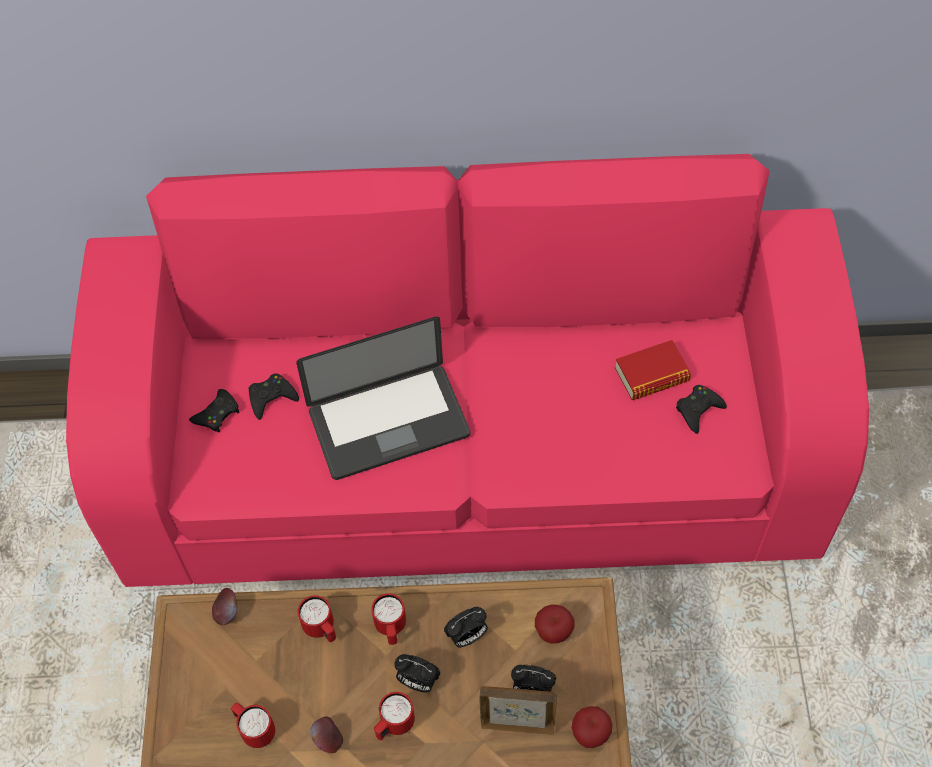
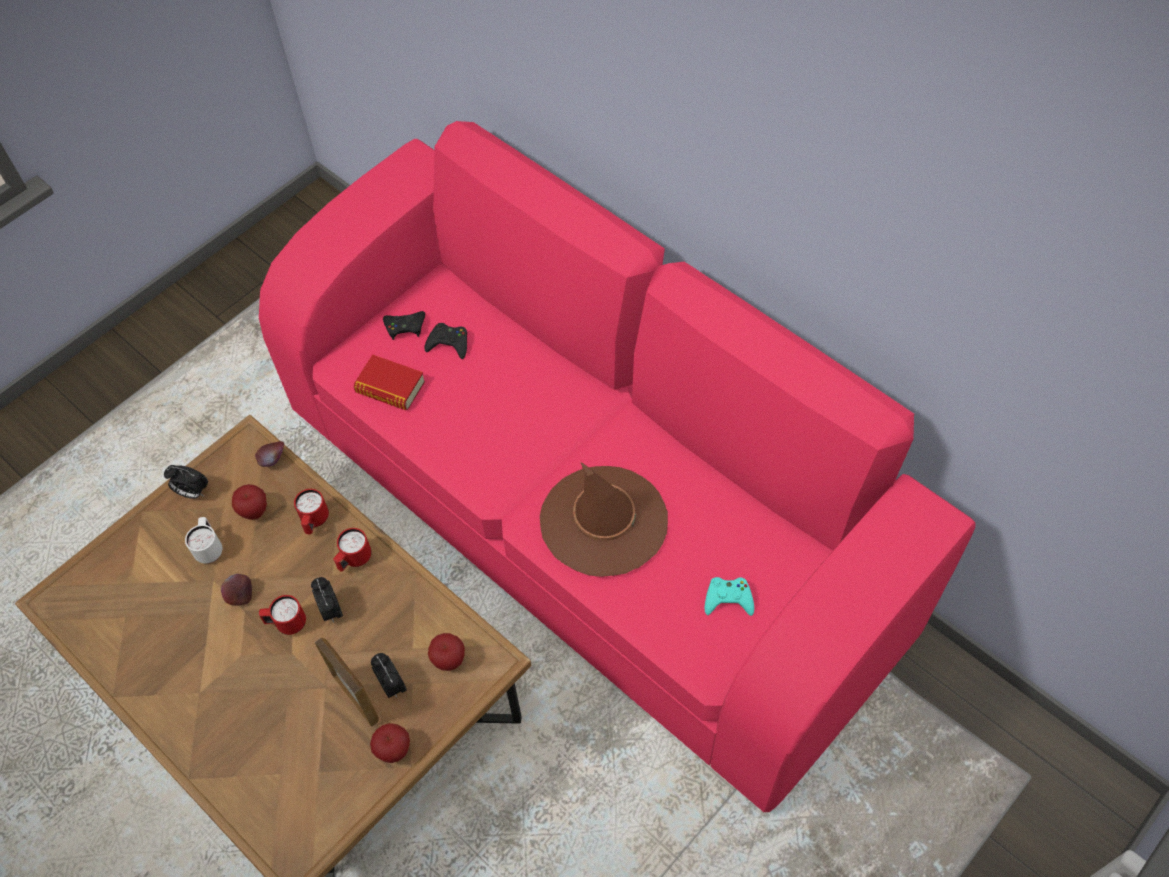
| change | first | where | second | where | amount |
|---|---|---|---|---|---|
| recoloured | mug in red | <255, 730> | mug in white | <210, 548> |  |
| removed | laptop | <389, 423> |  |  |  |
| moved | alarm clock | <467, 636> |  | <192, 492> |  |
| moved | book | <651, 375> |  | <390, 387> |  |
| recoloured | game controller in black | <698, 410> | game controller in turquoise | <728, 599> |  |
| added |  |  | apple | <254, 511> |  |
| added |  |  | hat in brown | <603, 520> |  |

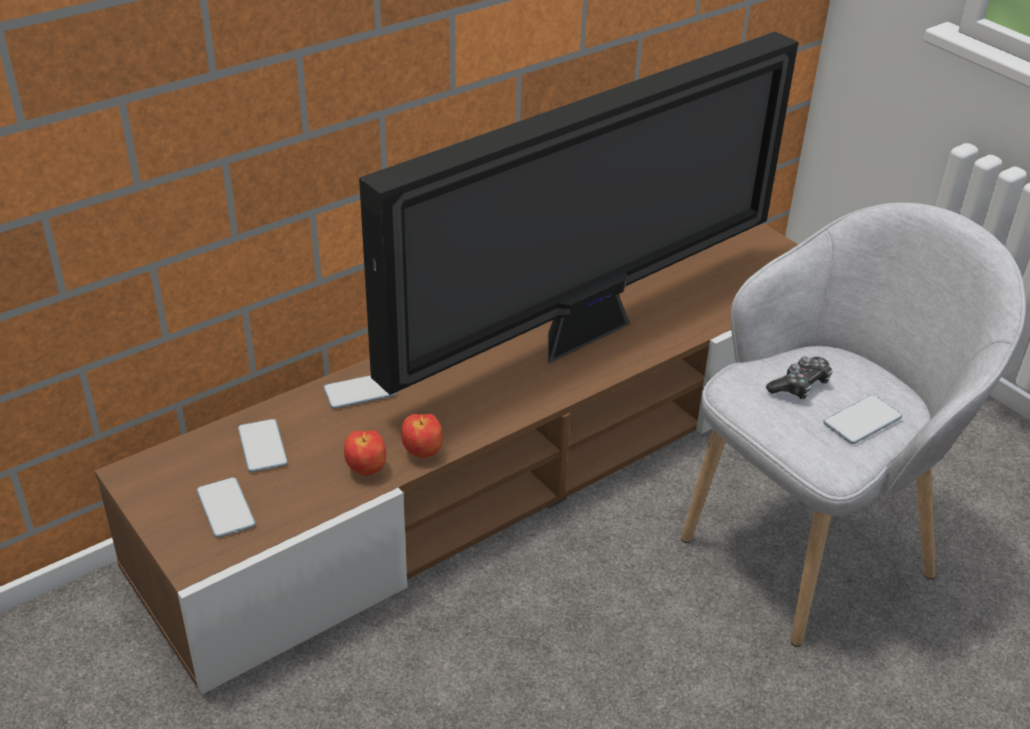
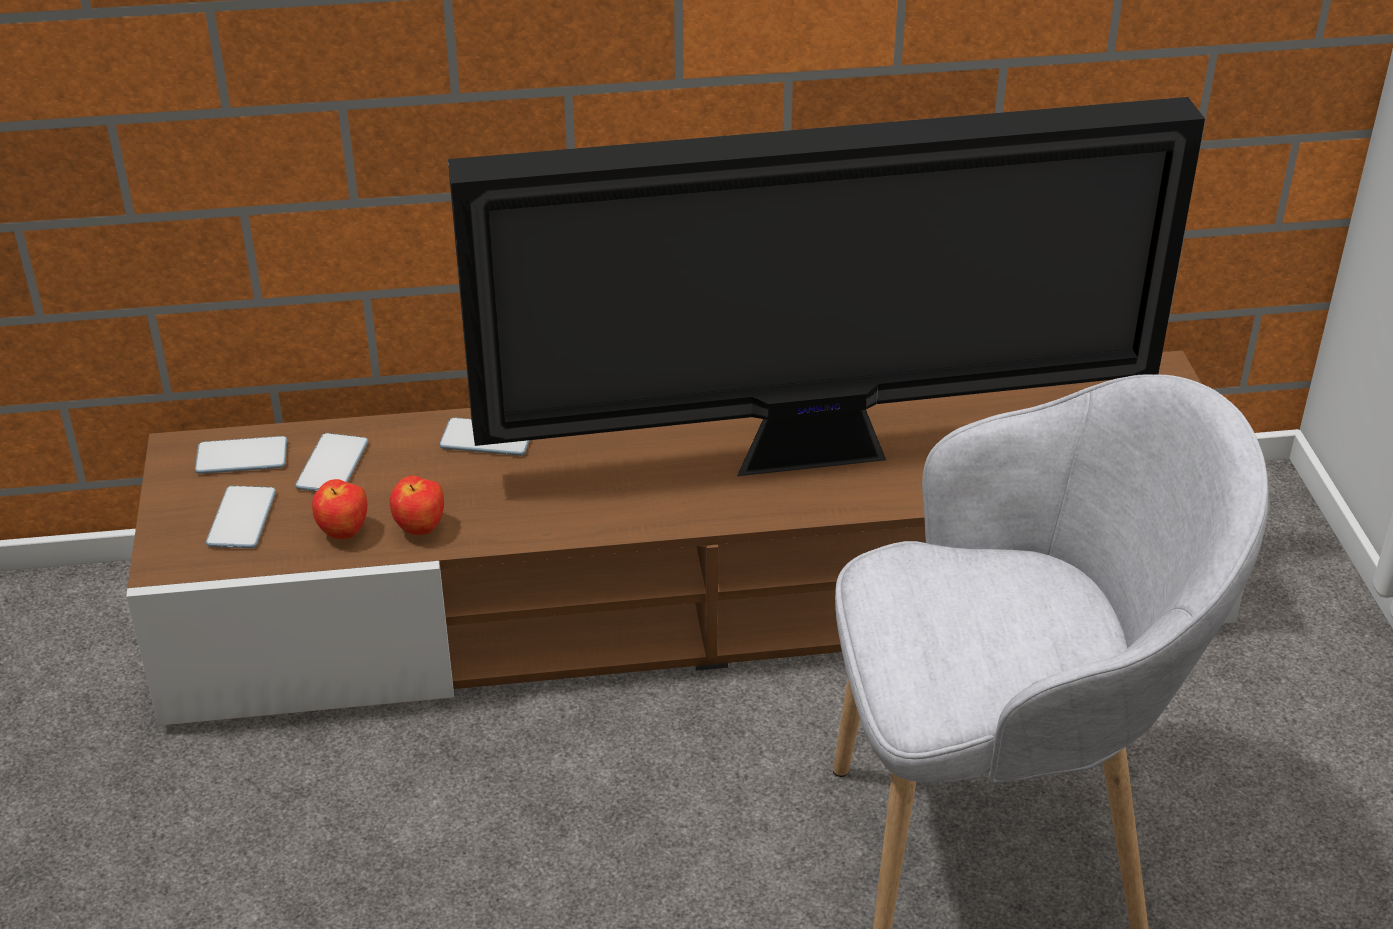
| change | first | where | second | where | amount |
|---|---|---|---|---|---|
| moved | apple | <423, 452> |  | <344, 533> |  |
| removed | game controller | <800, 386> |  |  |  |
| moved | phone | <862, 421> |  | <242, 457> |  |

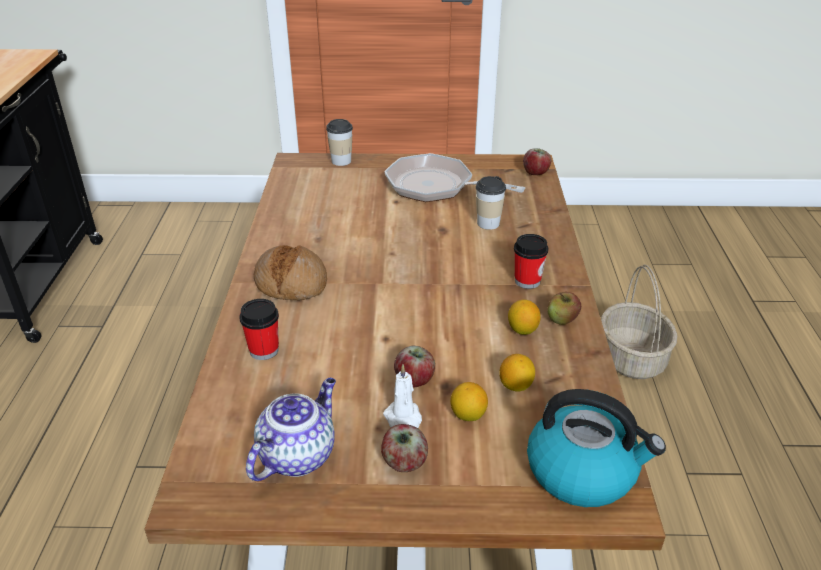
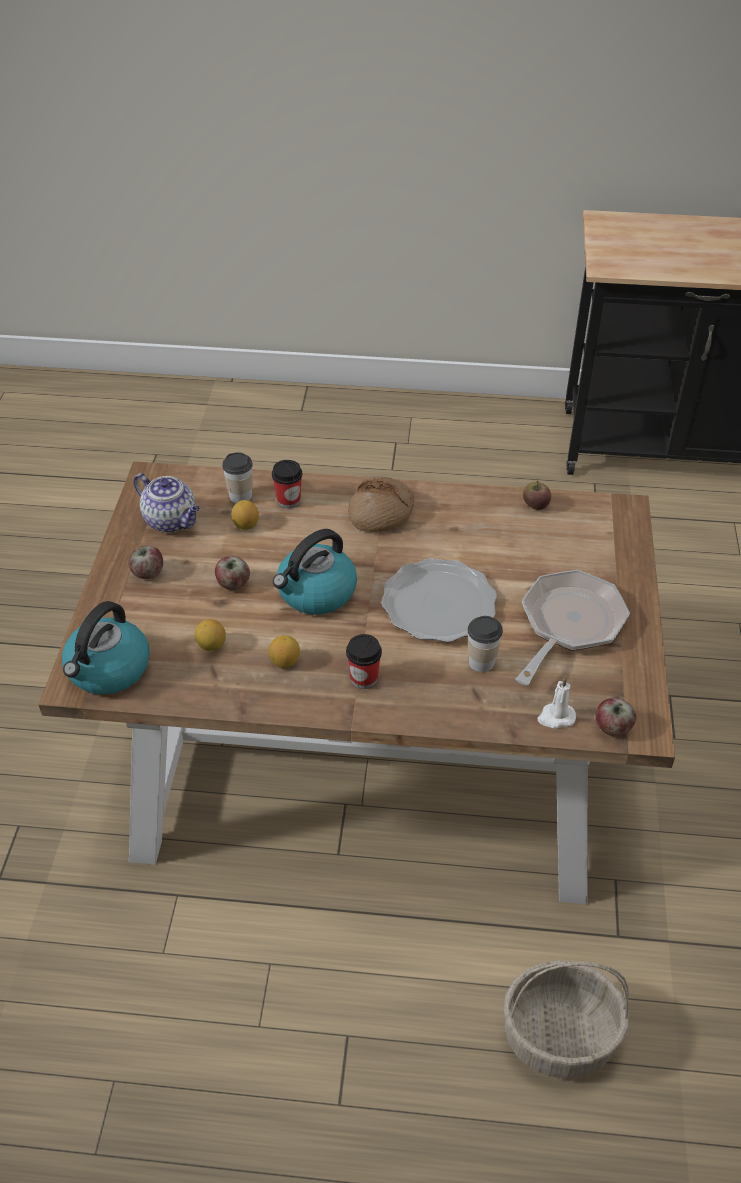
| change | first | where | second | where | amount |
|---|---|---|---|---|---|
| moved | cup | <341, 161> |  | <240, 496> |  |
| moved | candle in white | <404, 419> |  | <556, 717> |  |
| moved | lemon | <468, 415> |  | <245, 525> |  |
| moved | apple | <562, 319> |  | <535, 505> |  |
| added |  |  | kettle | <316, 593> |  |
| added |  |  | plate | <439, 603> |  |

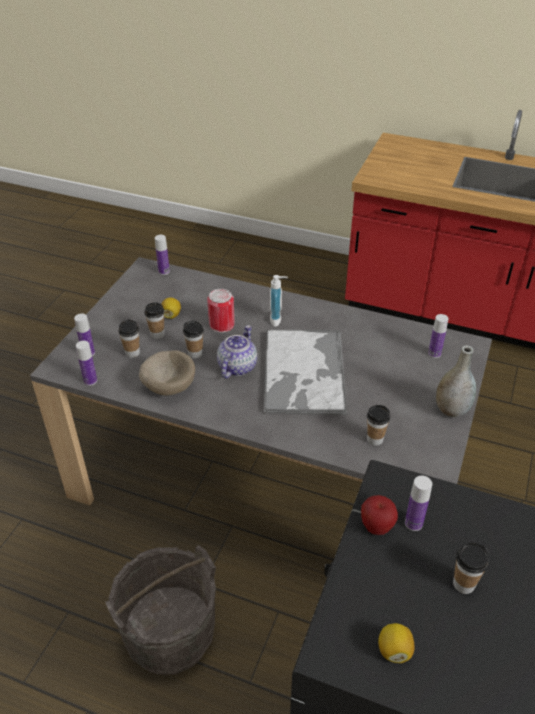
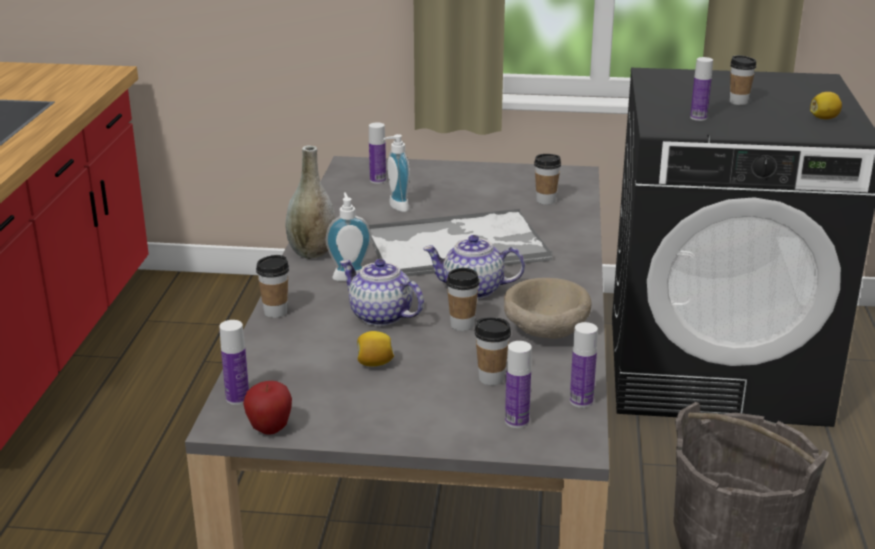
| change | first | where | second | where | amount |
|---|---|---|---|---|---|
| moved | cup | <157, 334> |  | <275, 312> |  |
| replaced | can | <221, 324> | teapot | <380, 316> |  |
| moved | apple | <376, 527> |  | <270, 429> |  |
| moved | vase in grey | <451, 410> |  | <312, 253> |  |
| added |  |  | soap dispenser | <395, 207> |  |

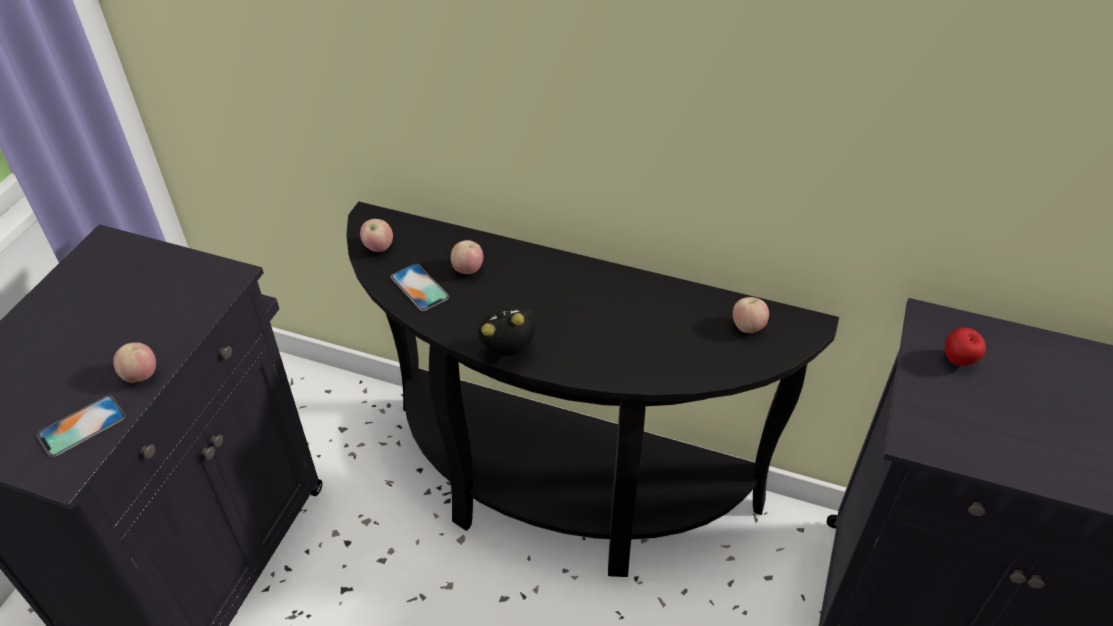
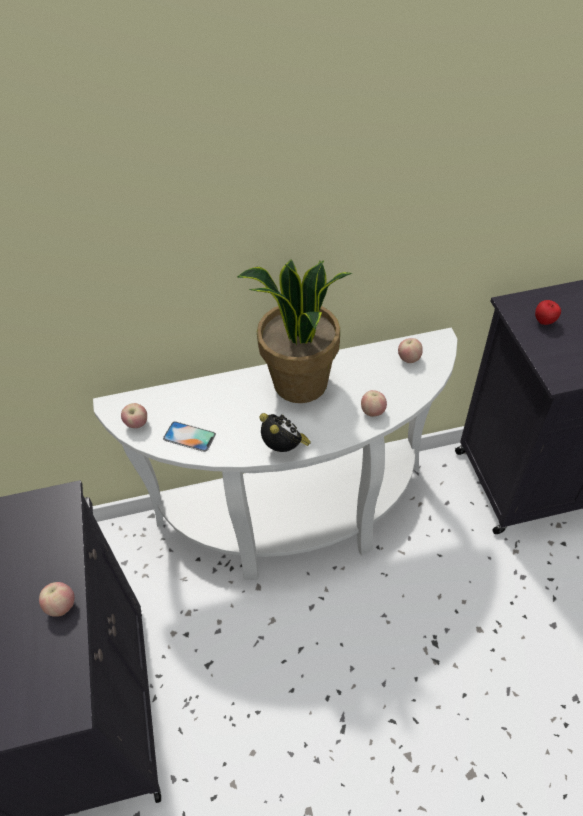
| change | first | where | second | where | amount |
|---|---|---|---|---|---|
| removed | phone | <82, 426> |  |  |  |
| recoloured | console table in black | <560, 492> | console table in white | <296, 521> |  |
| moved | apple | <468, 270> |  | <372, 412> |  |
| turned | alarm clock | <510, 351> |  | <284, 448> | 105 degrees clockwise |
| added |  |  | potted plant | <300, 384> |  |

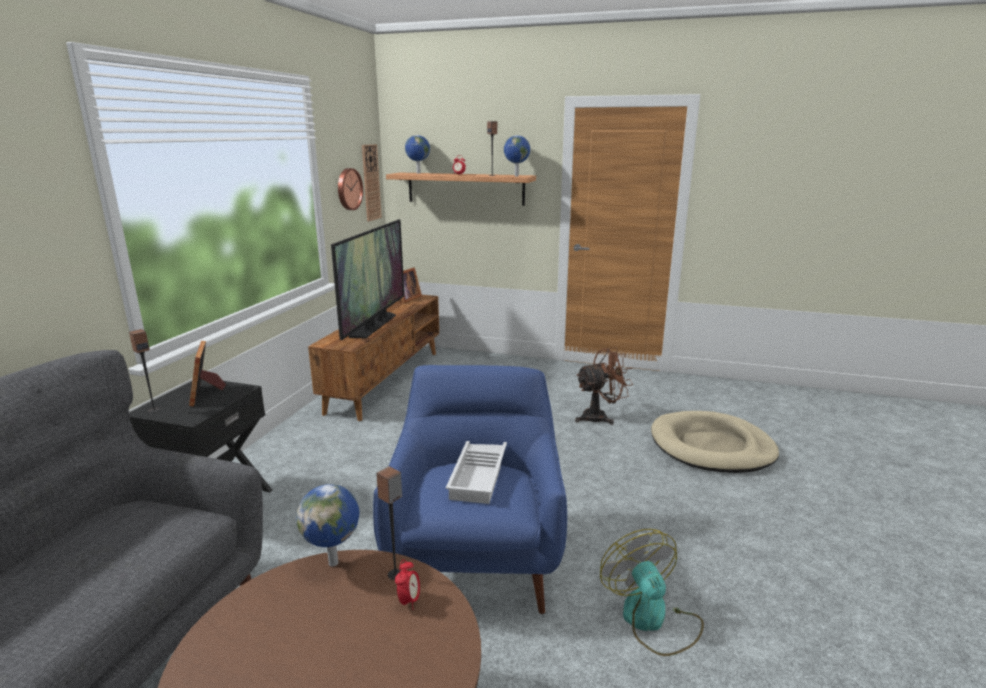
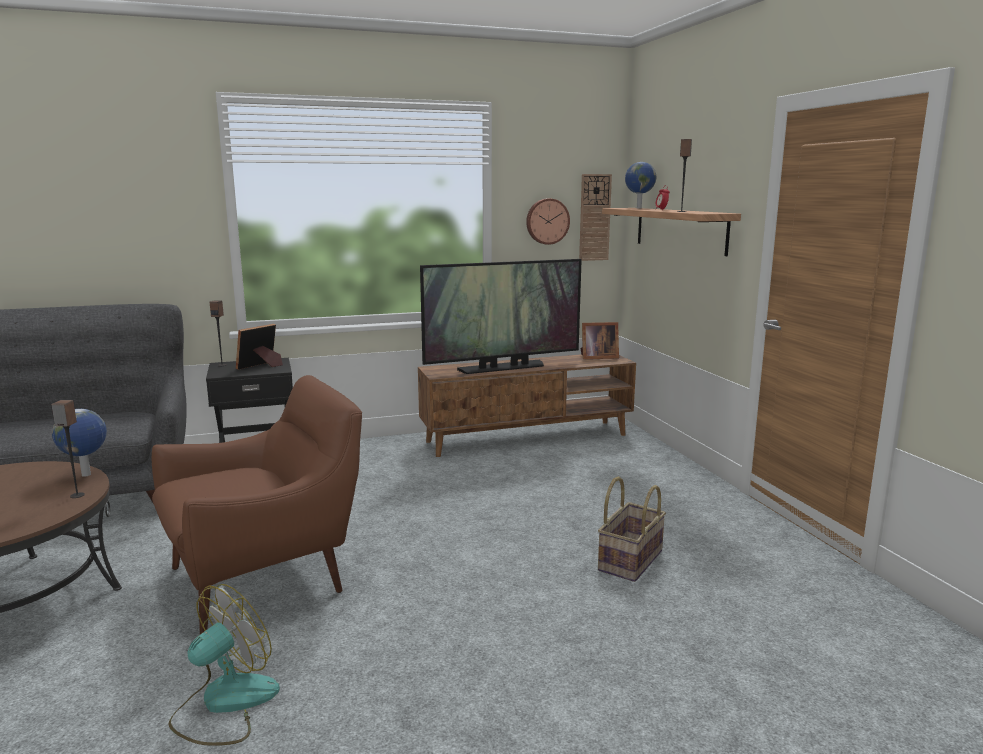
| change | first | where | second | where | amount |
|---|---|---|---|---|---|
| recoloured | armchair in blue | <476, 557> | armchair in brown | <265, 577> |  |
| removed | alarm clock | <409, 601> |  |  |  |
| removed | tray in white | <480, 473> |  |  |  |
| removed | globe | <516, 176> |  |  |  |
| replaced | fan in brown | <600, 417> | basket | <629, 560> |  |
| removed | dog bed in beige | <711, 447> |  |  |  |

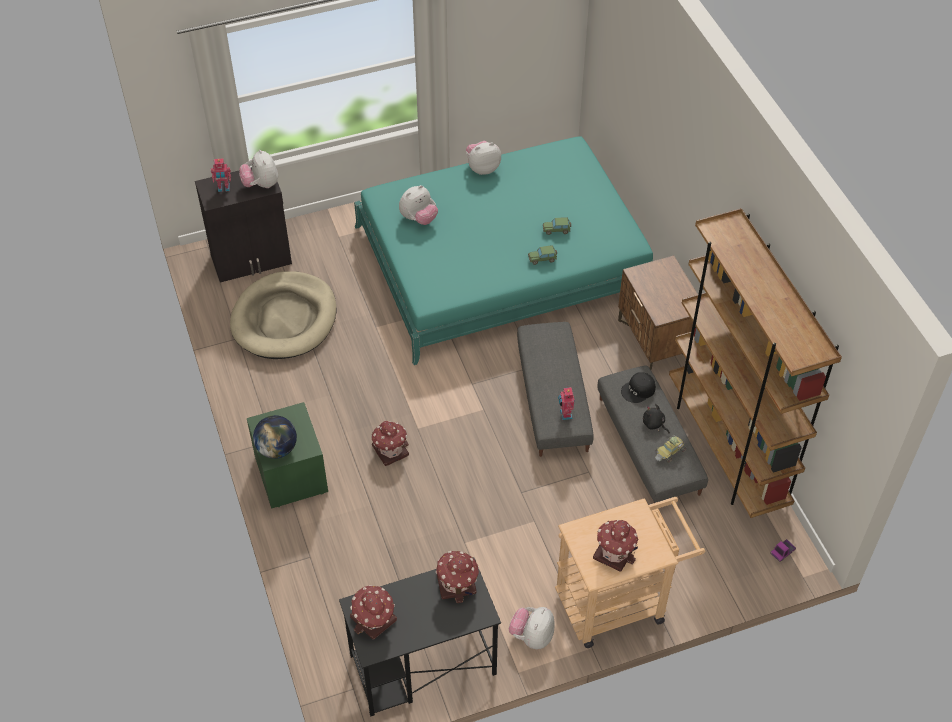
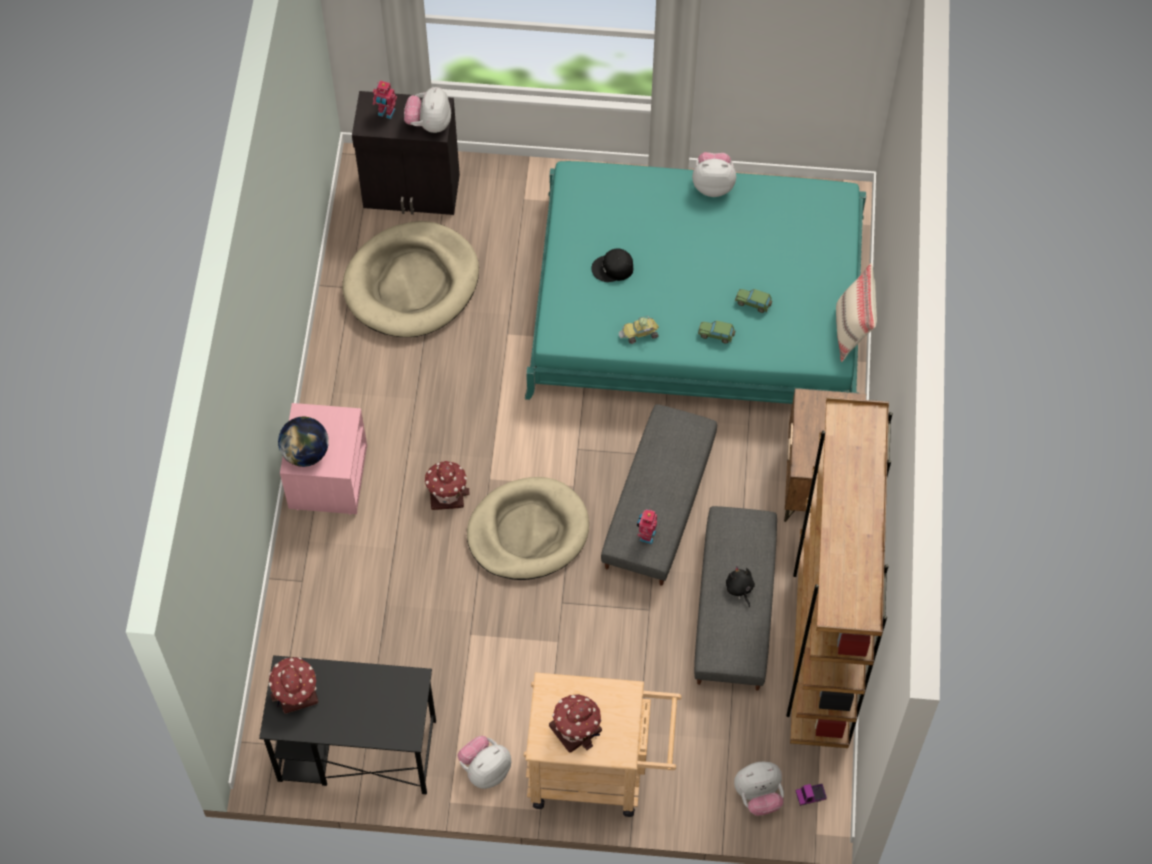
| change | first | where | second | where | amount |
|---|---|---|---|---|---|
| recoloured | nightstand in green | <290, 474> | nightstand in pink | <327, 476> |  |
| moved | plush toy | <418, 219> |  | <758, 795> |  |
| removed | toy house | <457, 583> |  |  |  |
| moved | cap in black | <638, 390> |  | <613, 268> |  |
| moved | toy car | <670, 452> |  | <640, 333> |  |
| added |  |  | dog bed in beige | <528, 531> |  |
| added |  |  | pillow in beige | <852, 331> |  |

